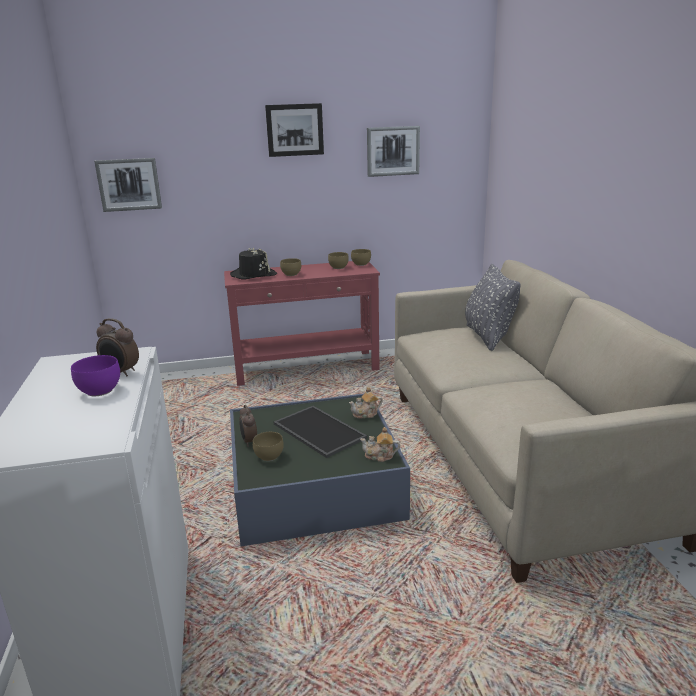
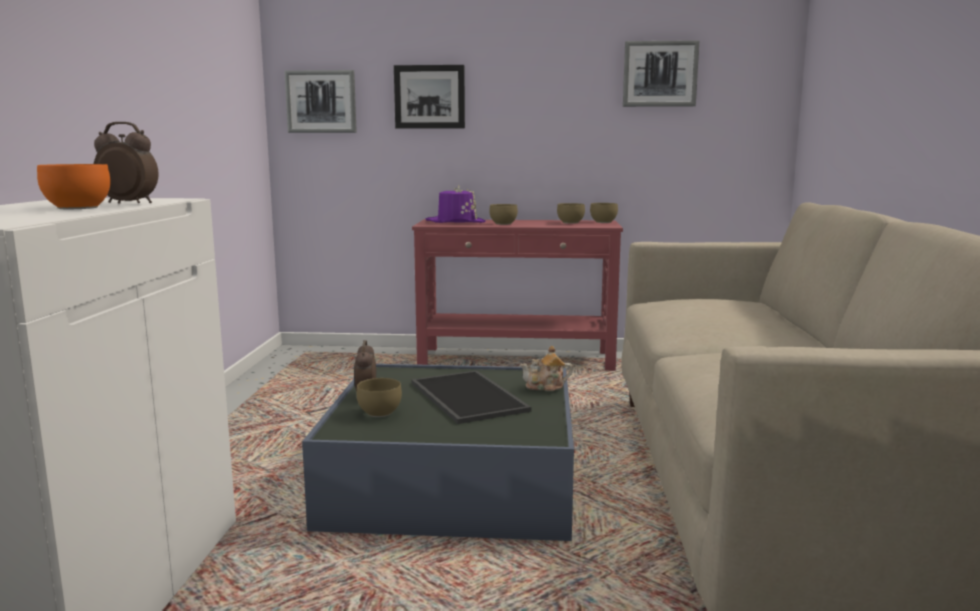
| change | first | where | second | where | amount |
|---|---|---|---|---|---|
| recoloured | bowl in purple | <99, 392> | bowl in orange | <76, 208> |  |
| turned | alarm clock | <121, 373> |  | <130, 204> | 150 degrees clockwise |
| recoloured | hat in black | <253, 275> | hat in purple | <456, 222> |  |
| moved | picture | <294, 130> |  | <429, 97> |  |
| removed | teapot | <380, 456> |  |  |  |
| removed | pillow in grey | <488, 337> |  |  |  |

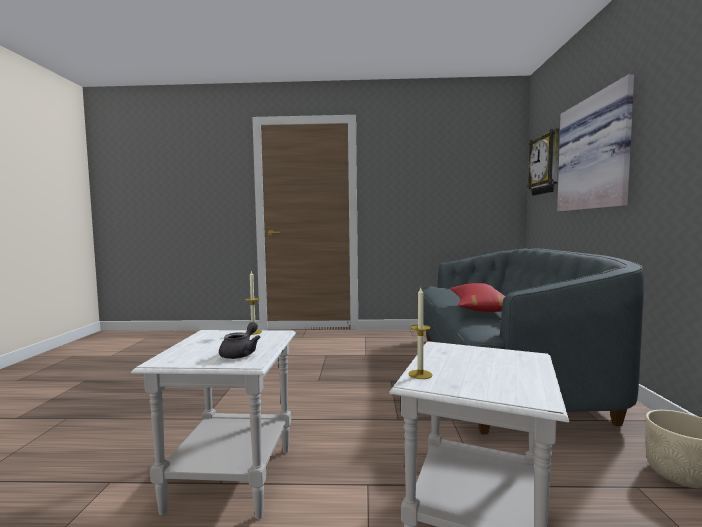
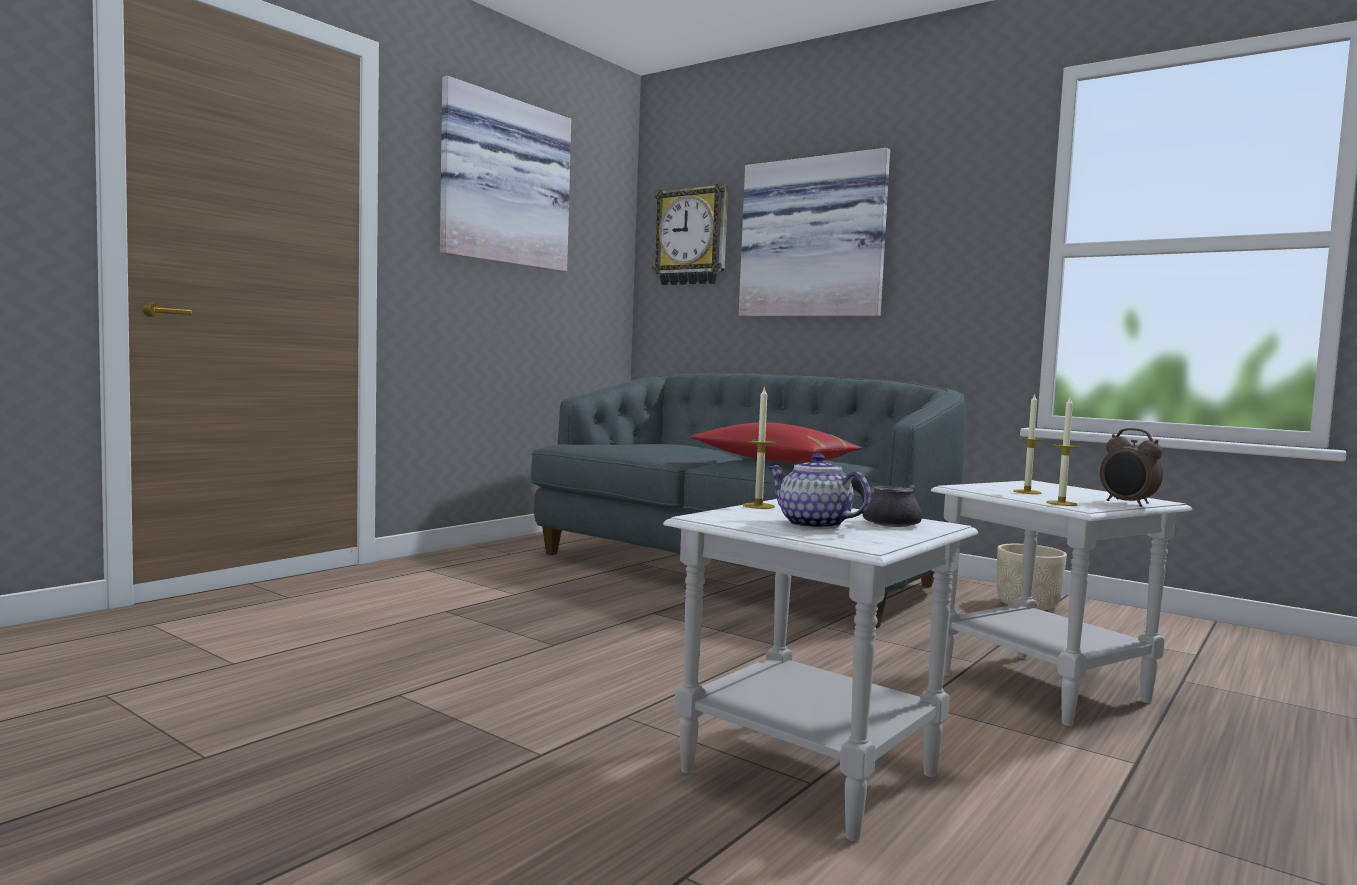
| change | first | where | second | where | amount |
|---|---|---|---|---|---|
| added |  |  | picture | <502, 182> |  |
| added |  |  | teapot | <812, 525> |  |
| added |  |  | candle | <1027, 492> |  |
| added |  |  | alarm clock | <1127, 503> |  |

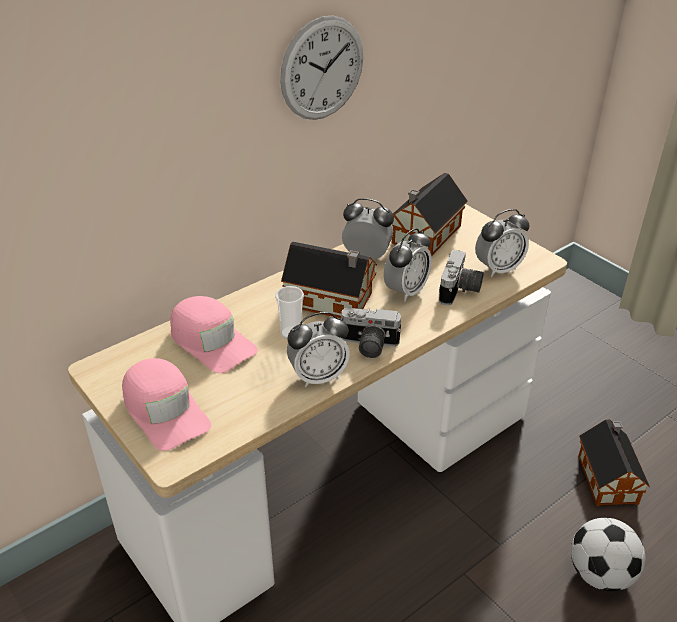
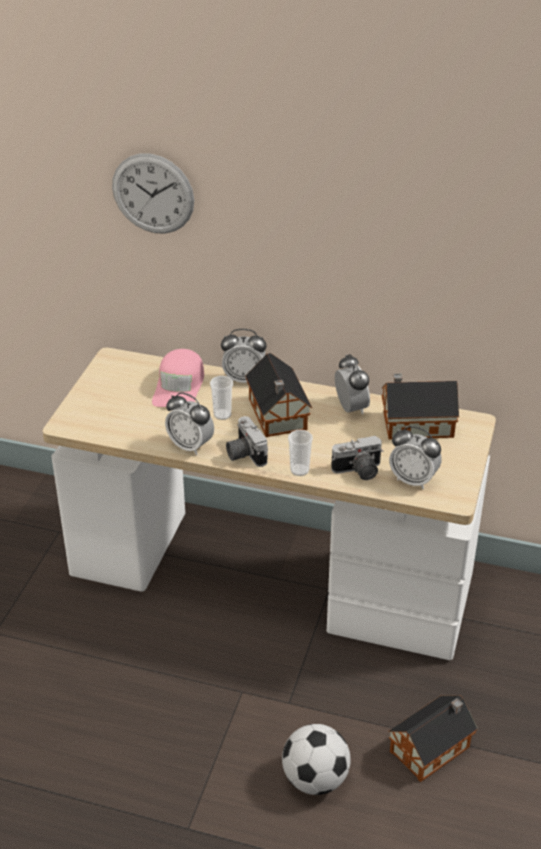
| change | first | where | second | where | amount |
|---|---|---|---|---|---|
| removed | cap in pink | <164, 410> |  |  |  |
| moved | wall clock | <322, 69> |  | <153, 194> |  |
| moved | alarm clock | <406, 291> |  | <244, 379> |  |
| added |  |  | cup | <299, 470> |  |

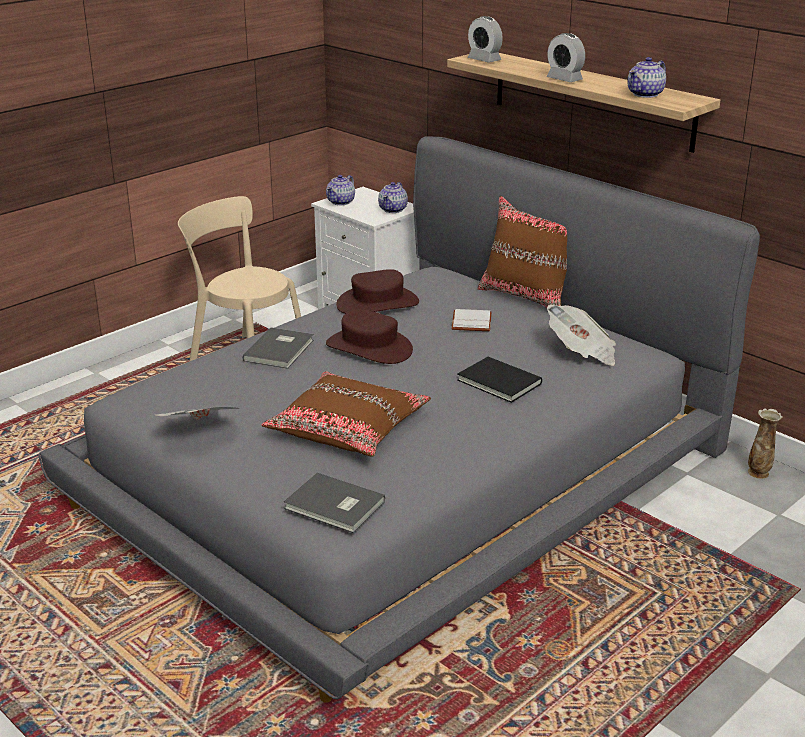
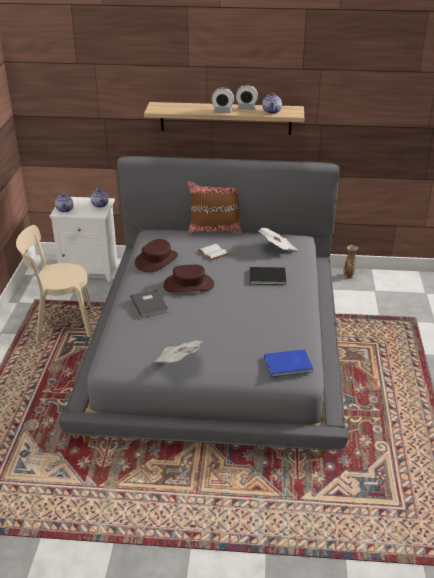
| change | first | where | second | where | amount |
|---|---|---|---|---|---|
| removed | pillow in brown | <348, 428> |  |  |  |
| recoloured | book in grey | <334, 506> | book in blue | <289, 365> |  |
| moved | alarm clock | <484, 60> |  | <246, 108> |  |

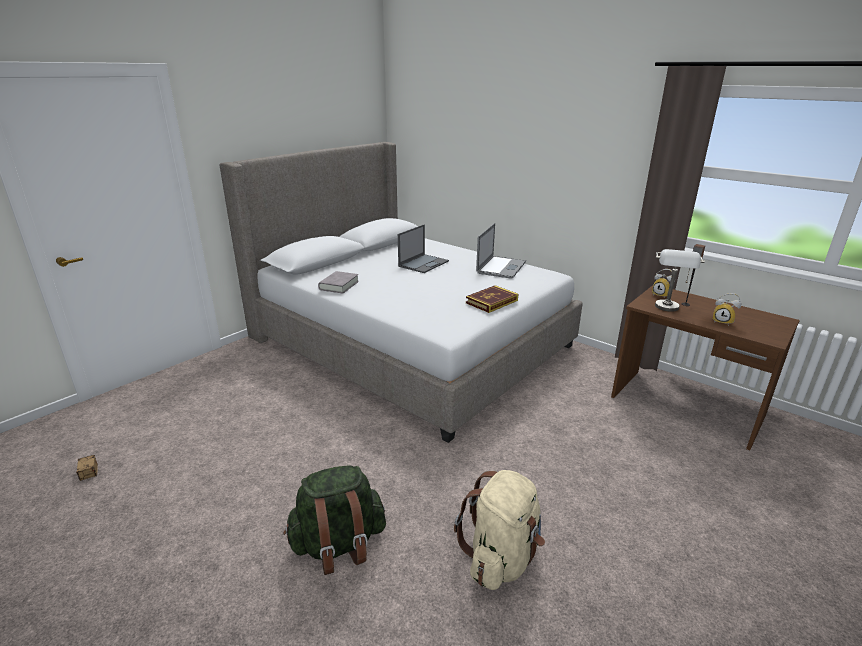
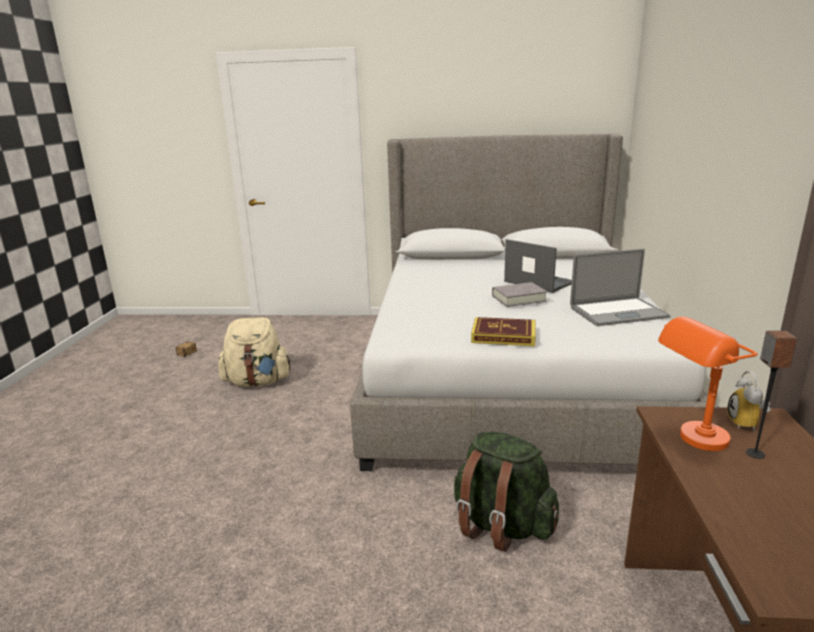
| change | first | where | second | where | amount |
|---|---|---|---|---|---|
| moved | backpack in green | <339, 545> |  | <501, 525> |  |
| moved | book in grey | <339, 285> |  | <518, 298> |  |
| turned | laptop | <424, 263> |  | <538, 282> | 135 degrees counterclockwise |
| moved | backpack in beige | <501, 557> |  | <257, 382> |  |
| recoloured | table lamp in grey | <668, 310> | table lamp in orange | <692, 442> |  |
| removed | alarm clock | <723, 321> |  |  |  |

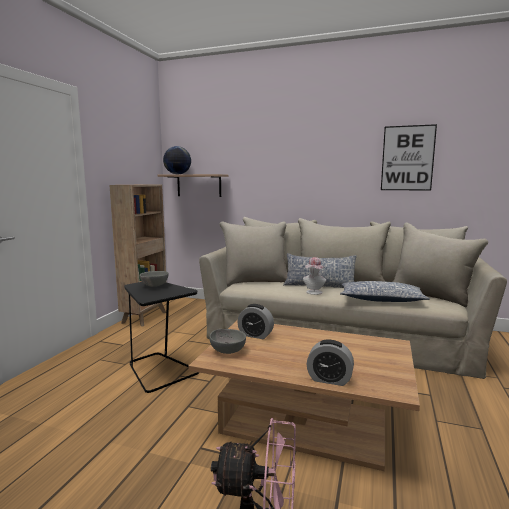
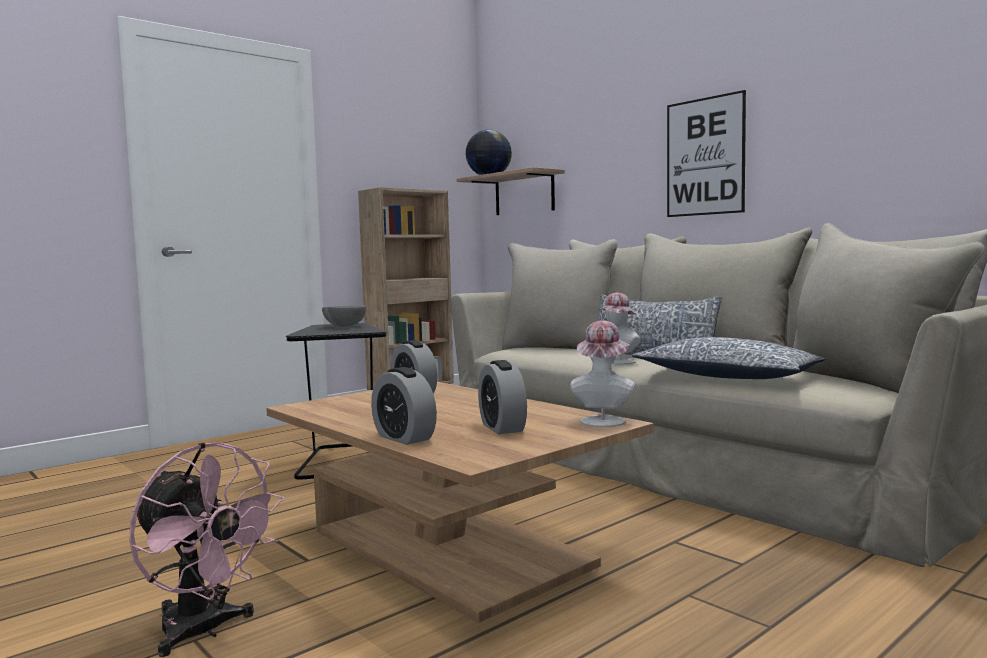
| change | first | where | second | where | amount |
|---|---|---|---|---|---|
| removed | bowl in grey | <228, 351> |  |  |  |
| moved | picture | <407, 158> |  | <705, 157> |  |
| added |  |  | alarm clock | <502, 428> |  |
| added |  |  | hat | <603, 420> |  |

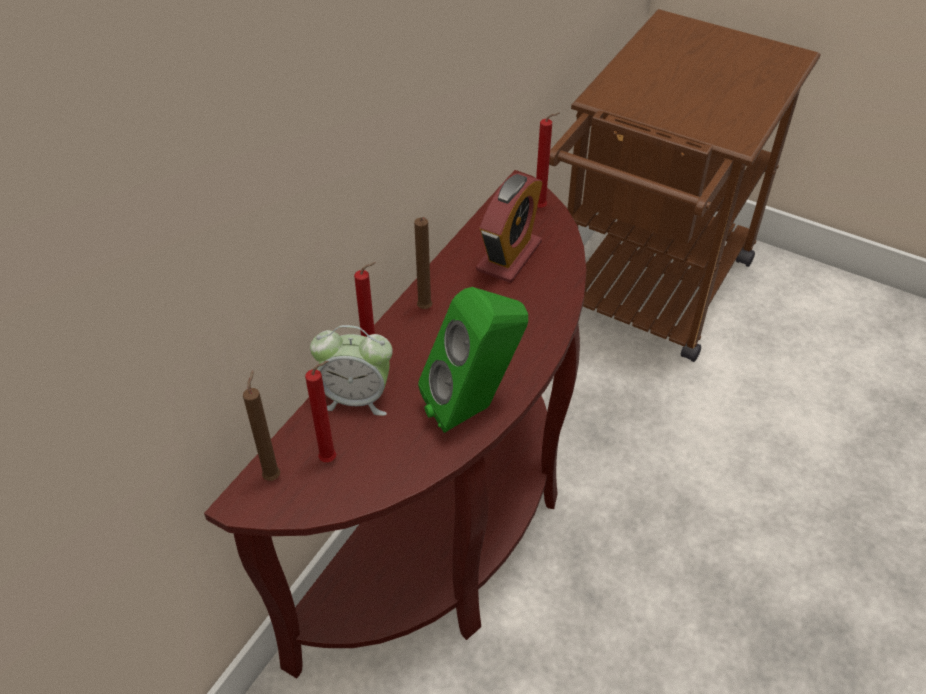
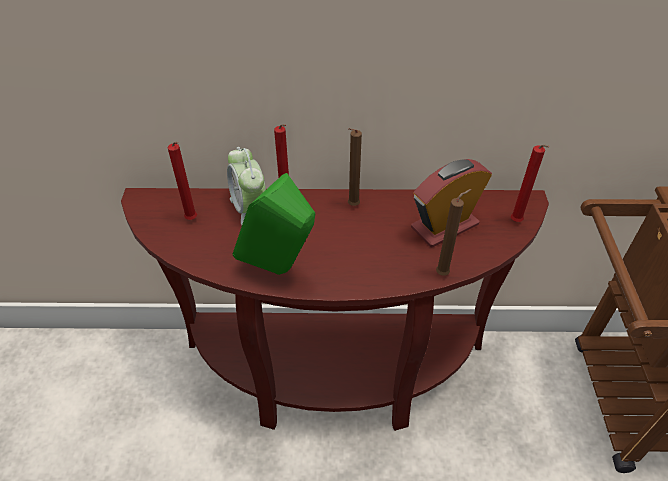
| change | first | where | second | where | amount |
|---|---|---|---|---|---|
| moved | candle in brown | <273, 475> |  | <444, 273> |  |
| turned | alarm clock | <509, 256> |  | <444, 226> | 150 degrees clockwise |

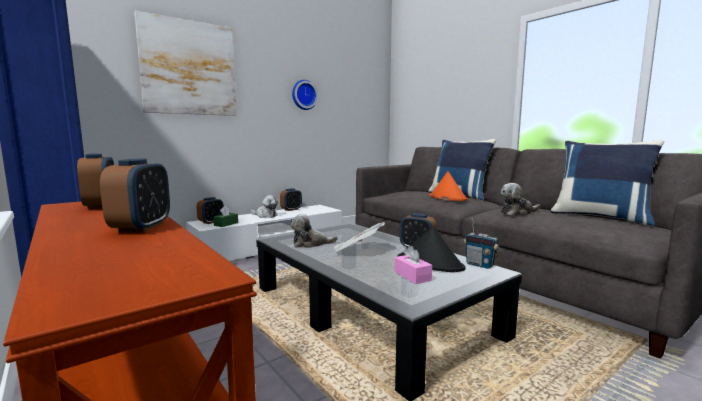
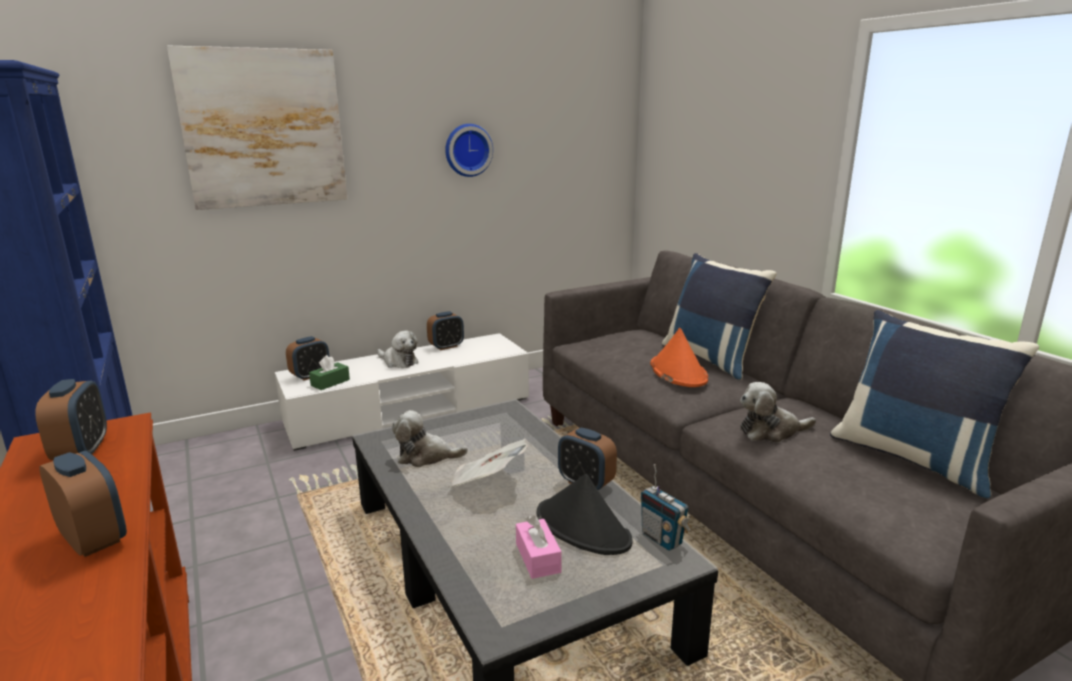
| change | first | where | second | where | amount |
|---|---|---|---|---|---|
| turned | alarm clock | <141, 227> |  | <94, 539> | 60 degrees counterclockwise |

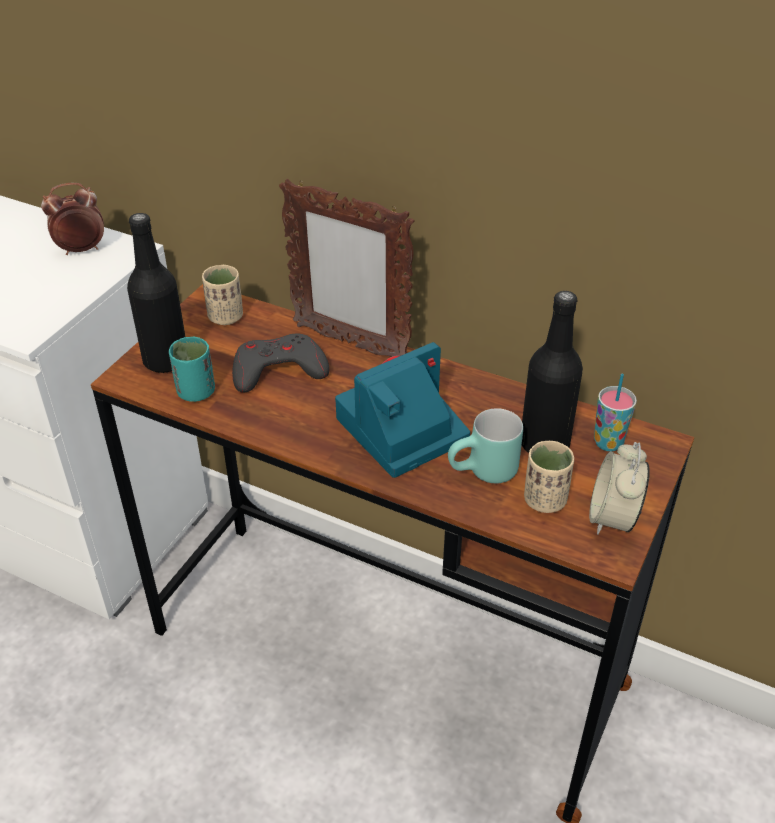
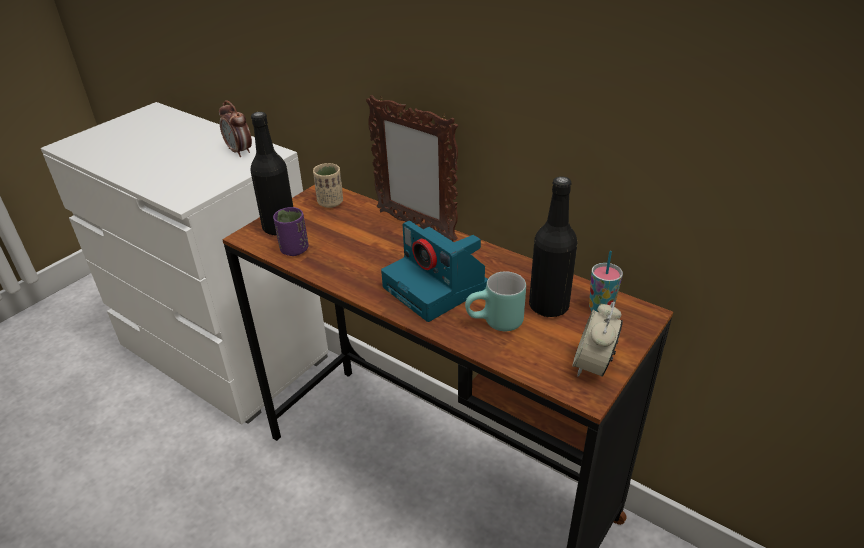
| change | first | where | second | where | amount |
|---|---|---|---|---|---|
| turned | alarm clock | <81, 250> |  | <240, 151> | 120 degrees counterclockwise |
| recoloured | cup in turquoise | <196, 392> | cup in purple | <294, 250> |  |
| removed | game controller in grey | <278, 370> |  |  |  |
| turned | photo camera | <400, 431> |  | <437, 288> | 105 degrees counterclockwise |
| removed | cup in beige | <544, 500> |  |  |  |

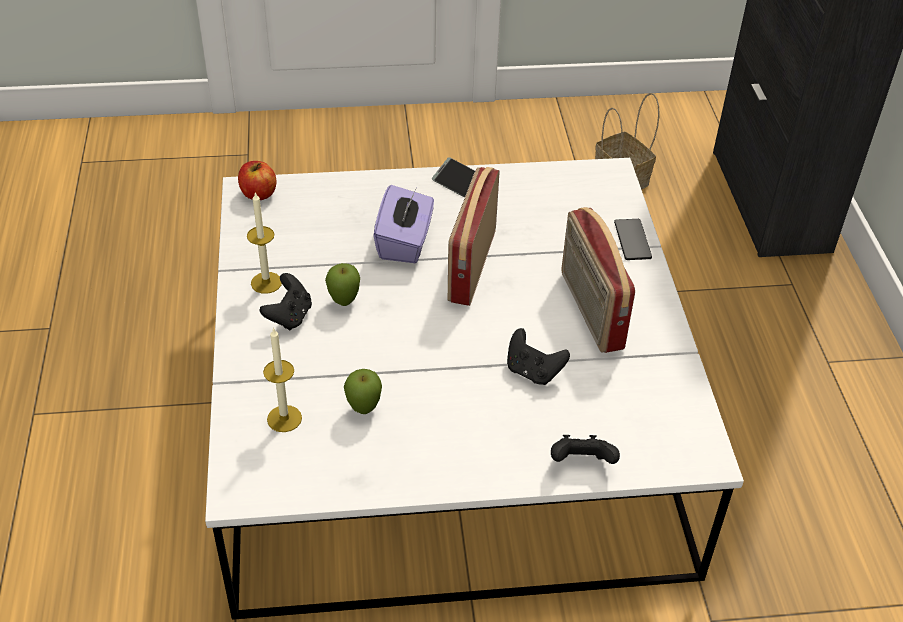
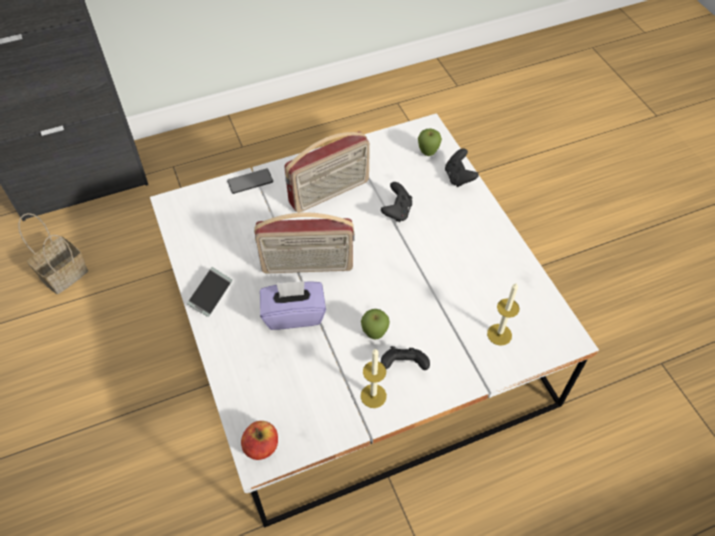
| change | first | where | second | where | amount |
|---|---|---|---|---|---|
| moved | apple | <364, 409> |  | <428, 154> |  |

